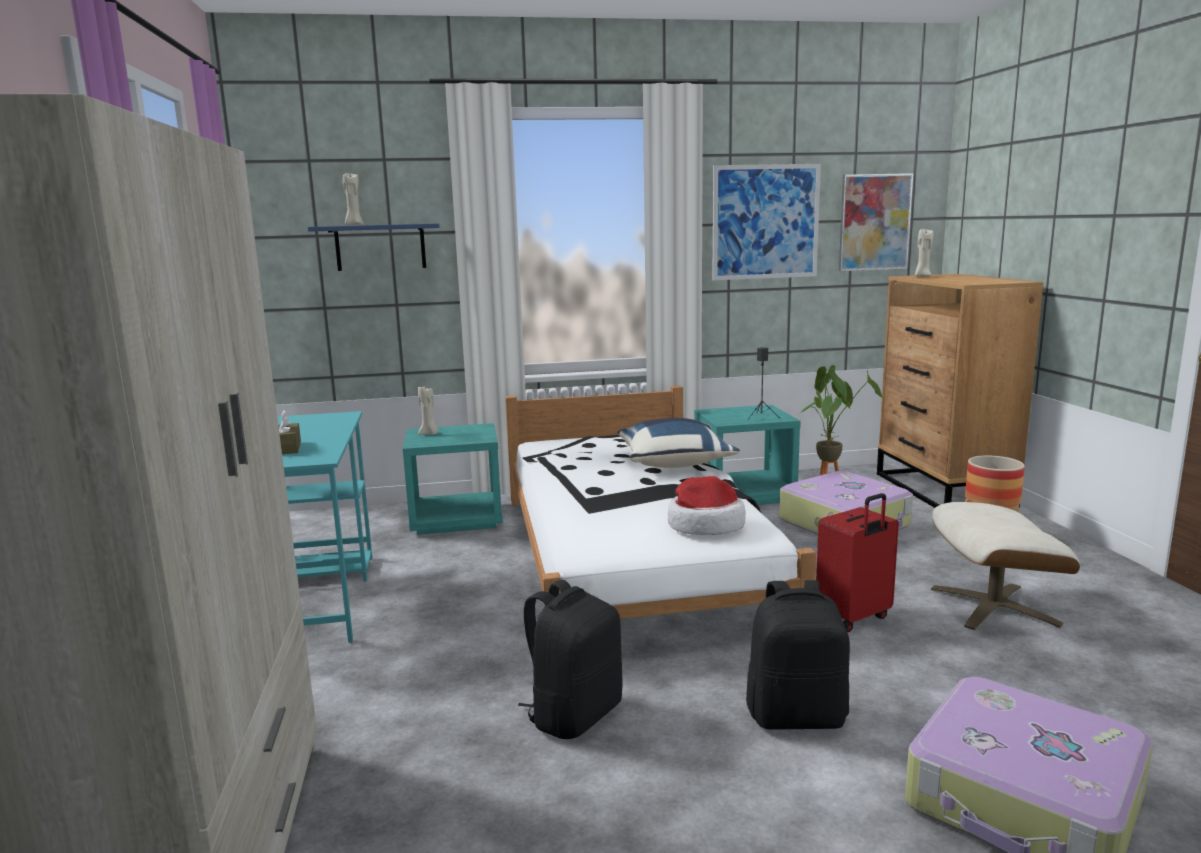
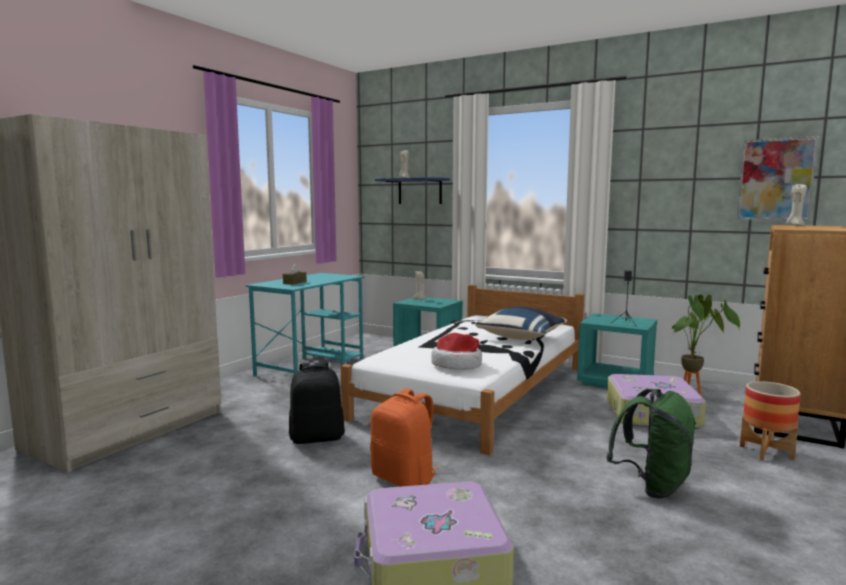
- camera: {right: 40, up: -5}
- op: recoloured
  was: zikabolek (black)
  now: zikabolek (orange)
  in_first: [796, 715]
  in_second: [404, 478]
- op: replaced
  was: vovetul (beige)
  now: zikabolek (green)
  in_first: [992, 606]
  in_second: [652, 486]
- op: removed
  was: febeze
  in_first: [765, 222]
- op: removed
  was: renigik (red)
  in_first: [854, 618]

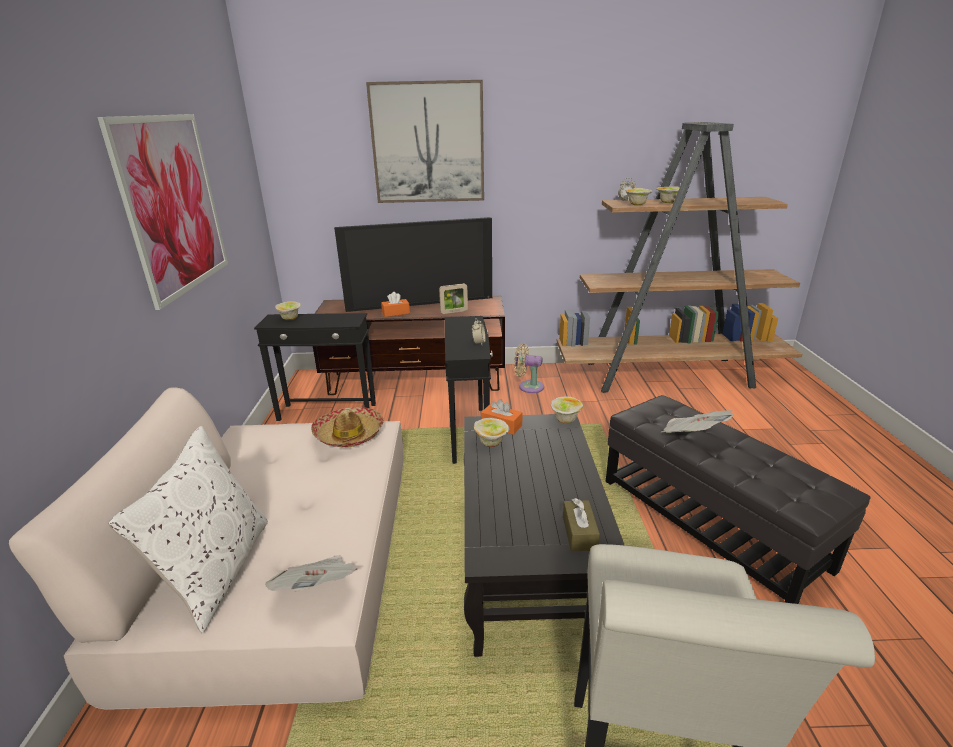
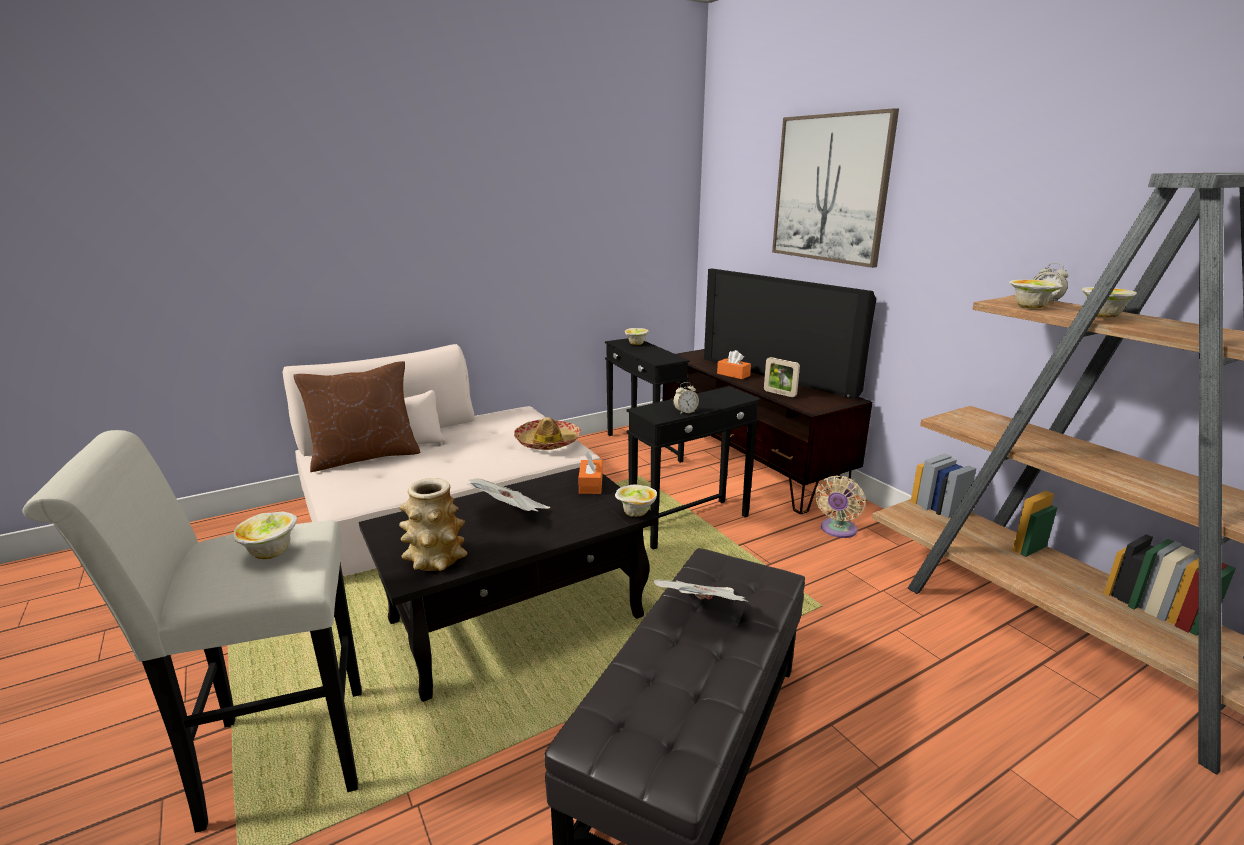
- camera: {right: 60, up: -5}
- op: moved
  was: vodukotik
  in_first: [491, 443]
  in_second: [272, 553]
- op: recoloured
  was: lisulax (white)
  now: lisulax (brown)
  in_first: [217, 570]
  in_second: [365, 457]
- op: replaced
  was: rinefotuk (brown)
  now: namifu
  in_first: [579, 533]
  in_second: [435, 559]
- op: moved
  was: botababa
  in_first: [318, 589]
  in_second: [511, 514]
- op: turned
  was: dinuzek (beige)
  in_first: [528, 387]
  in_second: [837, 530]
  clockwise: -135
- op: removed
  was: febeze
  in_first: [173, 205]

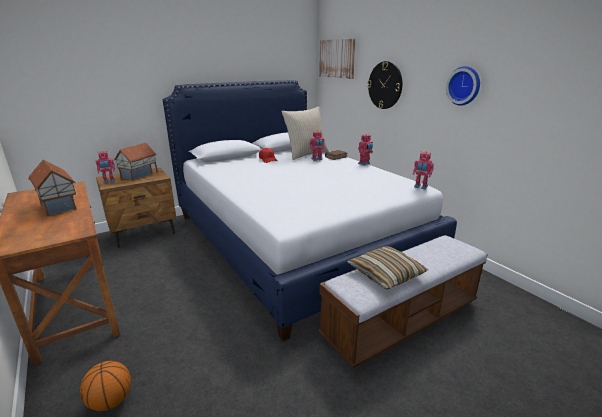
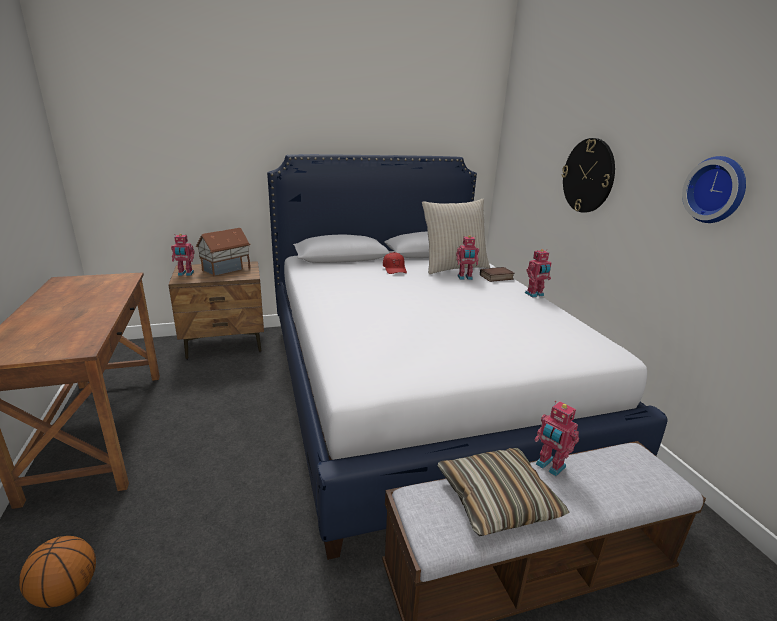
- camera: {right: 15, up: 0}
- op: moved
  was: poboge
  in_first: [420, 187]
  in_second: [549, 466]
- op: removed
  was: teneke
  in_first: [60, 205]
- op: removed
  was: febeze
  in_first: [337, 58]

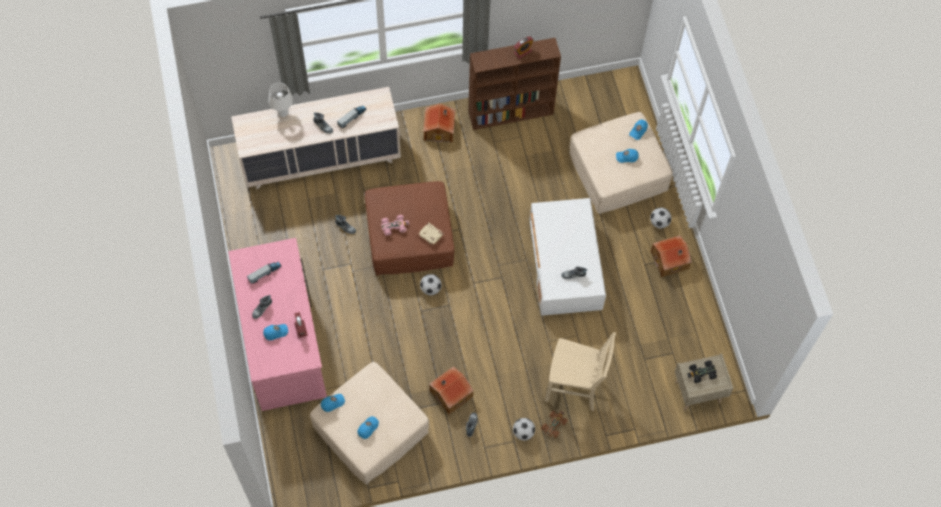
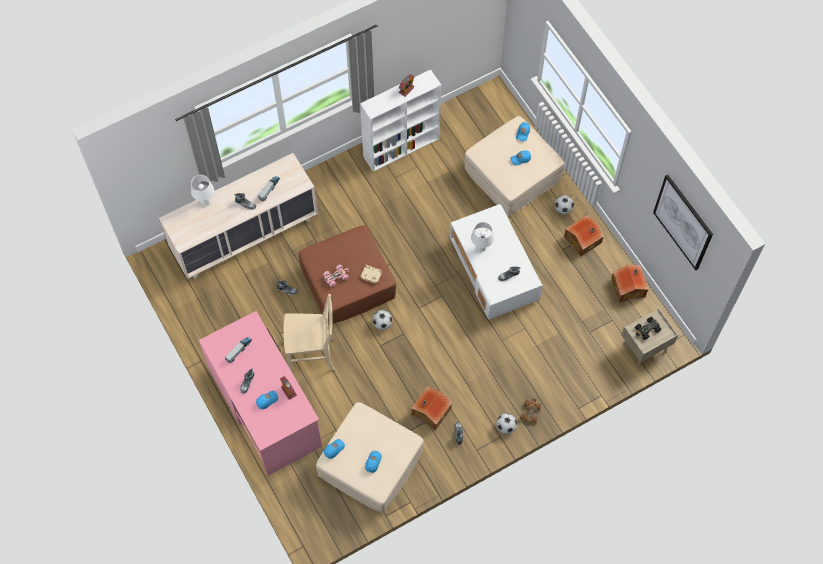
- camera: {right: -15, up: 0}
- op: moved
  was: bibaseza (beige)
  in_first: [574, 388]
  in_second: [312, 355]
- op: recoloured
  was: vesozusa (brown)
  now: vesozusa (white)
  in_first: [511, 112]
  in_second: [402, 147]
- op: added
  now: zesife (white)
  in_second: [481, 248]
- op: moved
  was: teneke
  in_first: [440, 128]
  in_second: [628, 287]
- op: added
  now: febeze
  in_second: [683, 222]

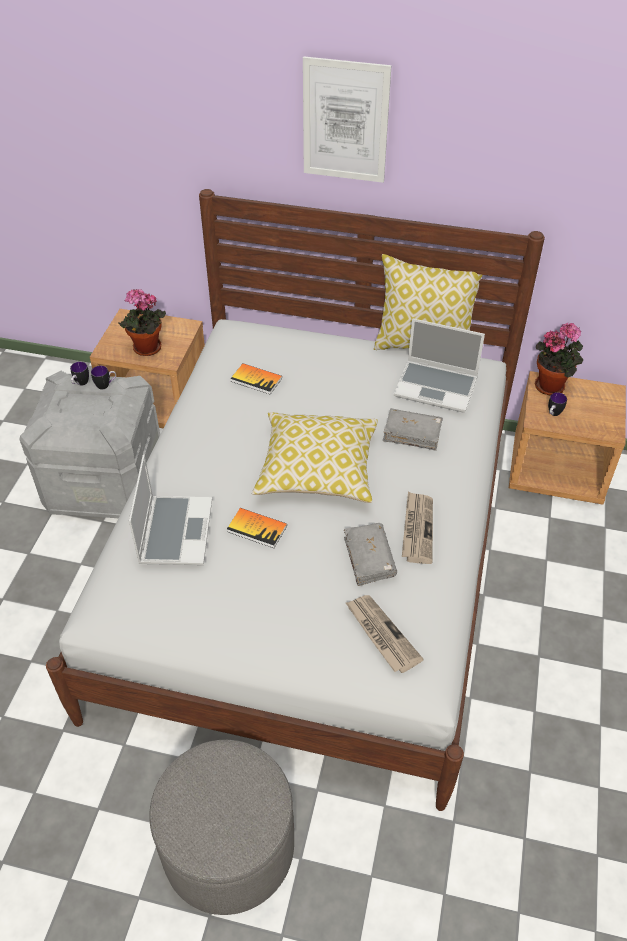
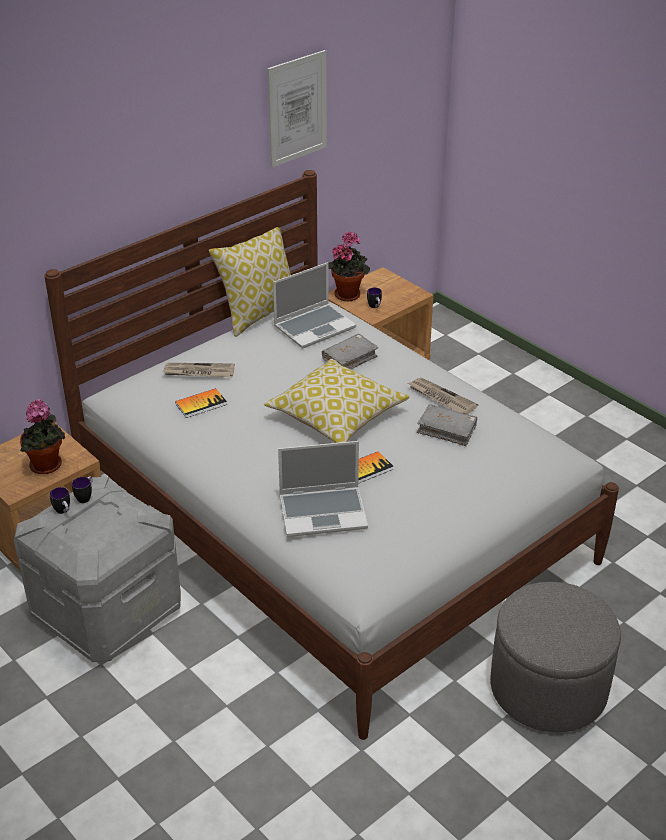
- camera: {right: -55, up: -10}
- op: moved
  was: botababa
  in_first: [381, 634]
  in_second: [198, 372]
- op: moved
  was: febeze
  in_first: [345, 121]
  in_second: [297, 109]
- op: turned
  was: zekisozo
  in_first: [175, 531]
  in_second: [324, 512]
  clockwise: 135

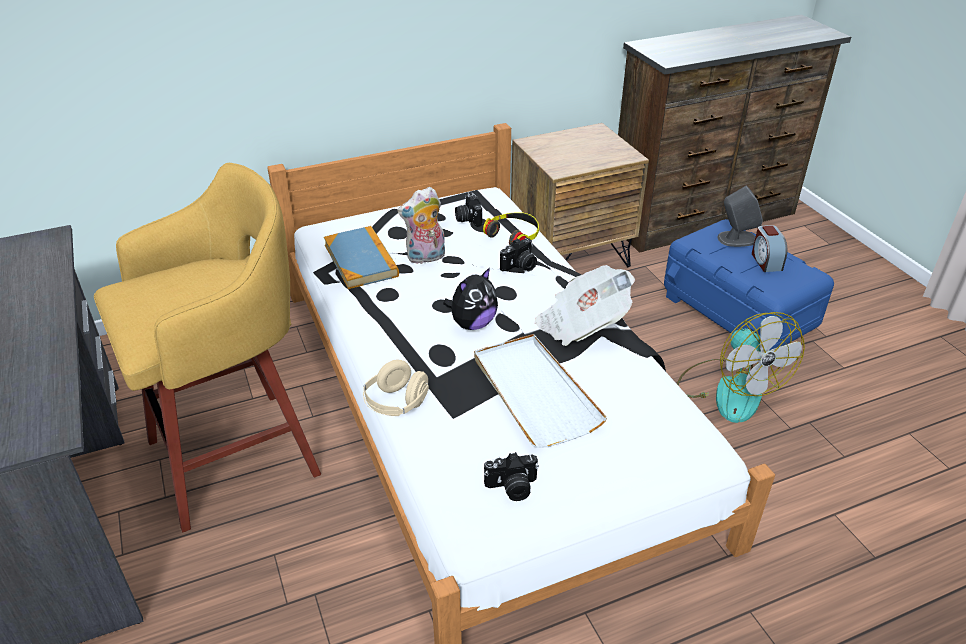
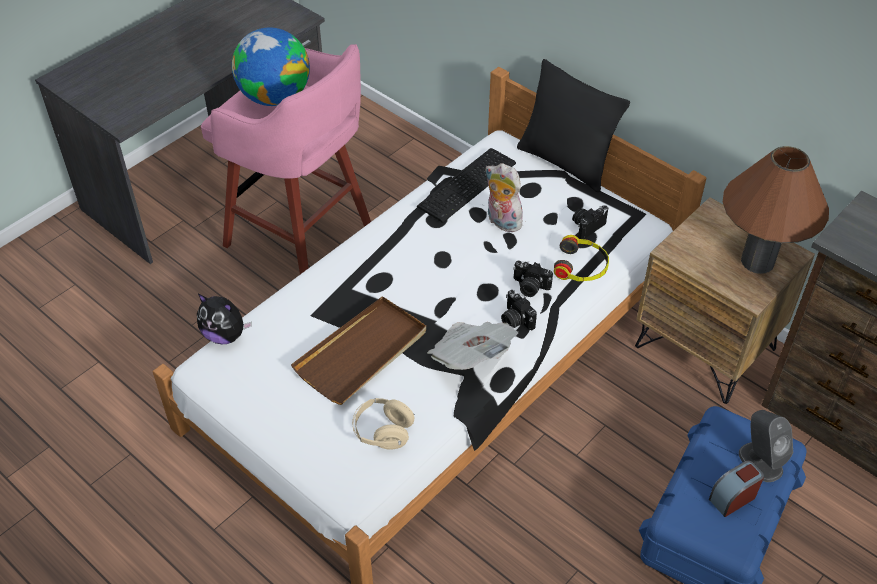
- camera: {right: 65, up: 10}
- op: moved
  was: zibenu
  in_first: [472, 324]
  in_second: [225, 335]
- op: recoloured
  was: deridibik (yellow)
  now: deridibik (pink)
  in_first: [239, 455]
  in_second: [302, 238]
- op: added
  now: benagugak
  in_second: [275, 97]
- op: recoloured
  was: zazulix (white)
  now: zazulix (brown)
  in_first: [534, 392]
  in_second: [362, 353]
- op: moved
  was: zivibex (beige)
  in_first: [396, 404]
  in_second: [383, 432]
- op: replaced
  was: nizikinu
  now: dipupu
  in_first: [361, 260]
  in_second: [469, 185]
- op: moved
  was: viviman
  in_first: [512, 488]
  in_second: [515, 320]
- op: added
  now: lisulax (black)
  in_second: [565, 163]
- op: added
  now: zesife (brown)
  in_second: [757, 261]
- op: removed
  was: dinuzek
  in_first: [729, 389]

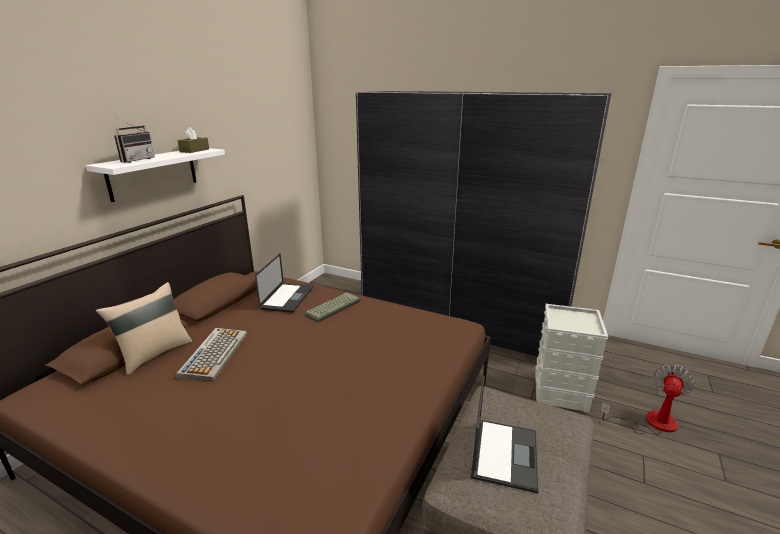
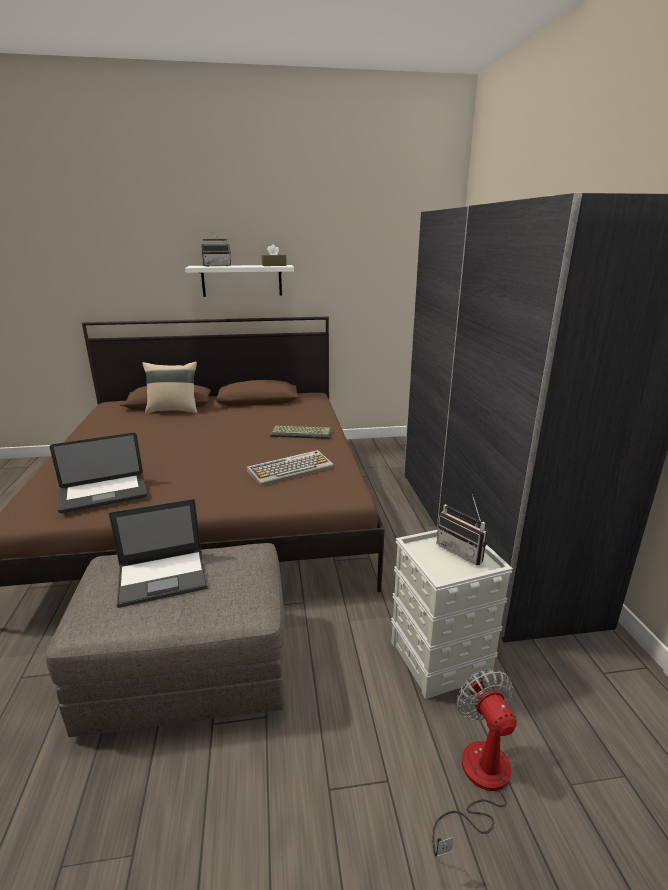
- camera: {right: 55, up: 0}
- op: moved
  was: zekisozo
  in_first: [287, 298]
  in_second: [104, 494]
- op: moved
  was: dipupu
  in_first: [214, 354]
  in_second: [291, 469]
- op: turned
  was: dinuzek
  in_first: [650, 422]
  in_second: [478, 782]
  clockwise: -105
- op: added
  now: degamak
  in_second: [463, 551]

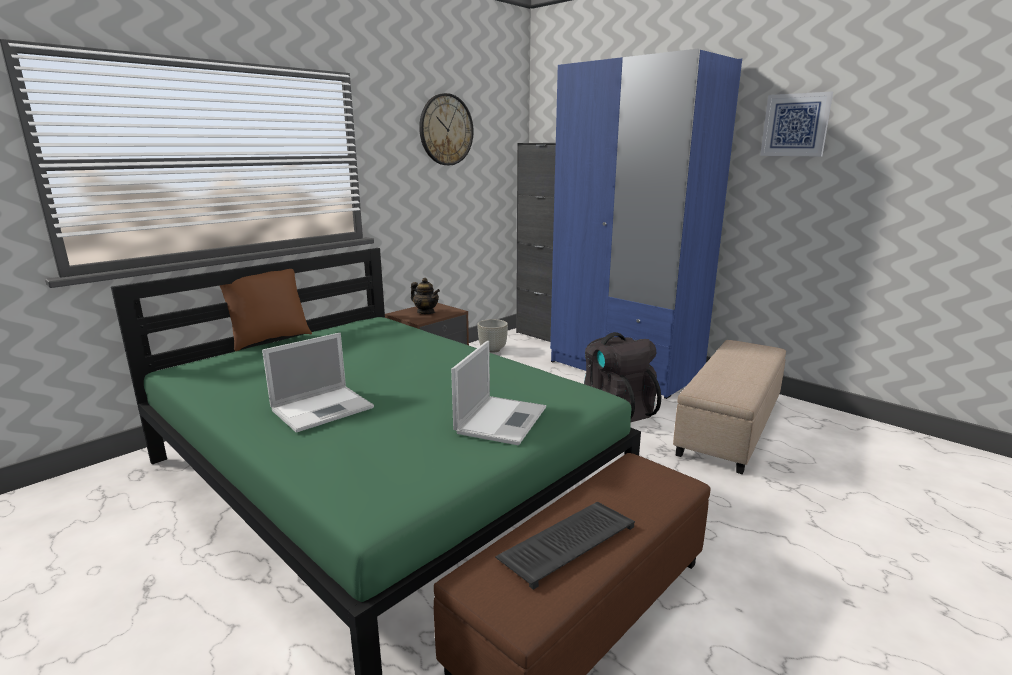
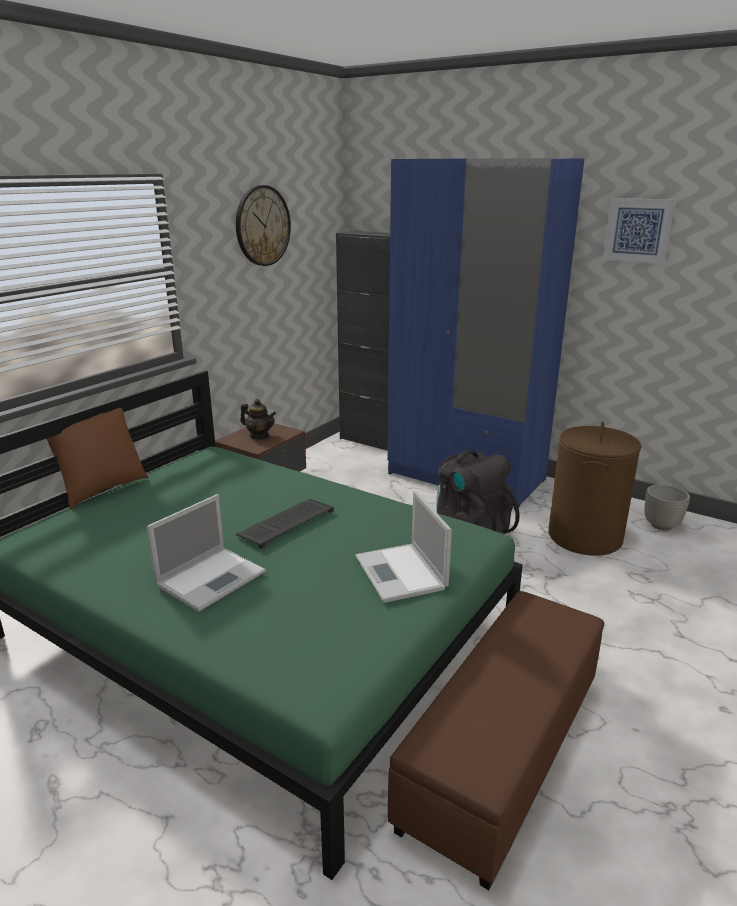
- camera: {right: -10, up: 5}
- op: moved
  was: dipupu
  in_first: [567, 542]
  in_second: [286, 523]
- op: turned
  was: zekisozo
  in_first: [501, 419]
  in_second: [401, 573]
  clockwise: 150
- op: replaced
  was: vovetul (beige)
  now: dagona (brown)
  in_first: [731, 427]
  in_second: [585, 537]
- op: moved
  was: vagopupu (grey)
  in_first: [493, 350]
  in_second: [661, 525]

